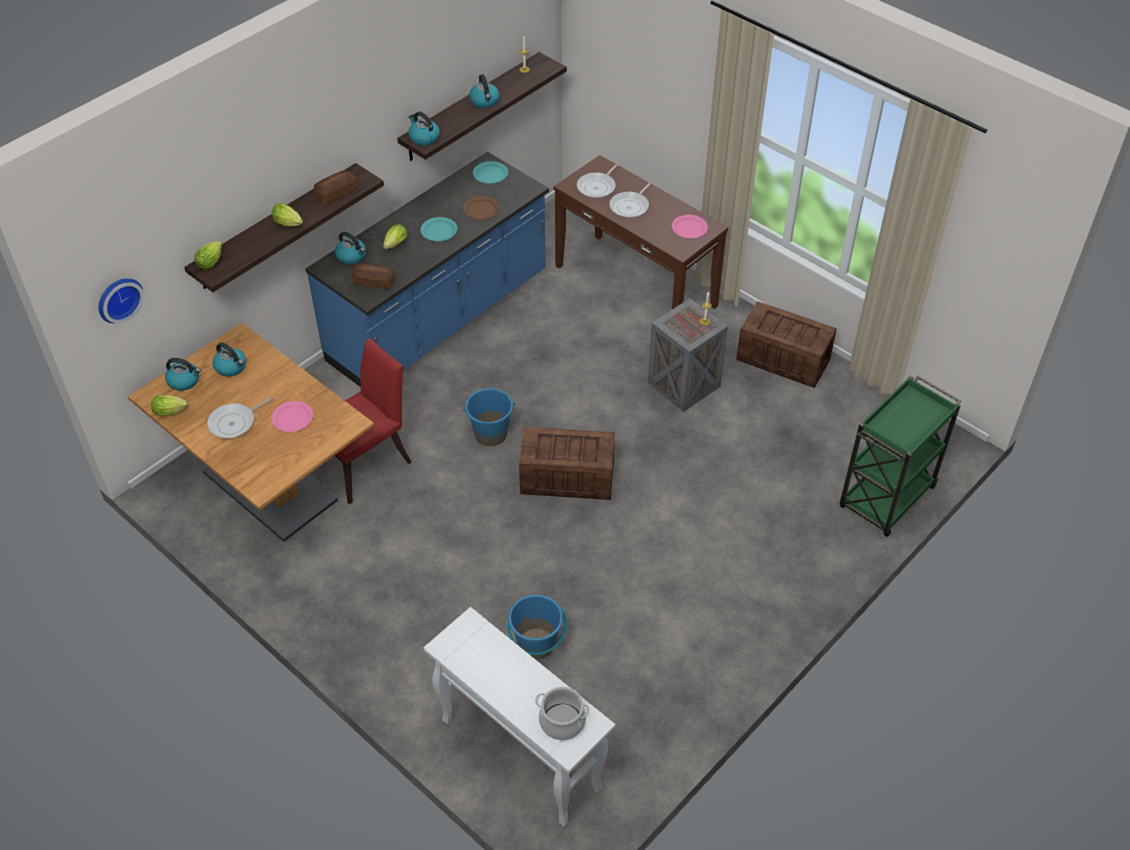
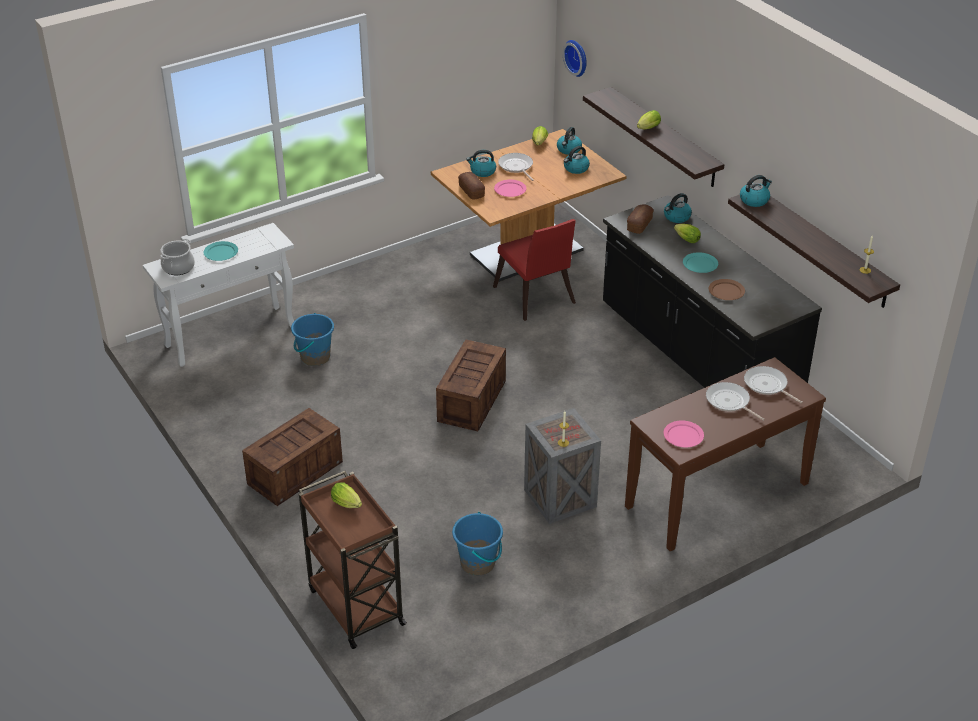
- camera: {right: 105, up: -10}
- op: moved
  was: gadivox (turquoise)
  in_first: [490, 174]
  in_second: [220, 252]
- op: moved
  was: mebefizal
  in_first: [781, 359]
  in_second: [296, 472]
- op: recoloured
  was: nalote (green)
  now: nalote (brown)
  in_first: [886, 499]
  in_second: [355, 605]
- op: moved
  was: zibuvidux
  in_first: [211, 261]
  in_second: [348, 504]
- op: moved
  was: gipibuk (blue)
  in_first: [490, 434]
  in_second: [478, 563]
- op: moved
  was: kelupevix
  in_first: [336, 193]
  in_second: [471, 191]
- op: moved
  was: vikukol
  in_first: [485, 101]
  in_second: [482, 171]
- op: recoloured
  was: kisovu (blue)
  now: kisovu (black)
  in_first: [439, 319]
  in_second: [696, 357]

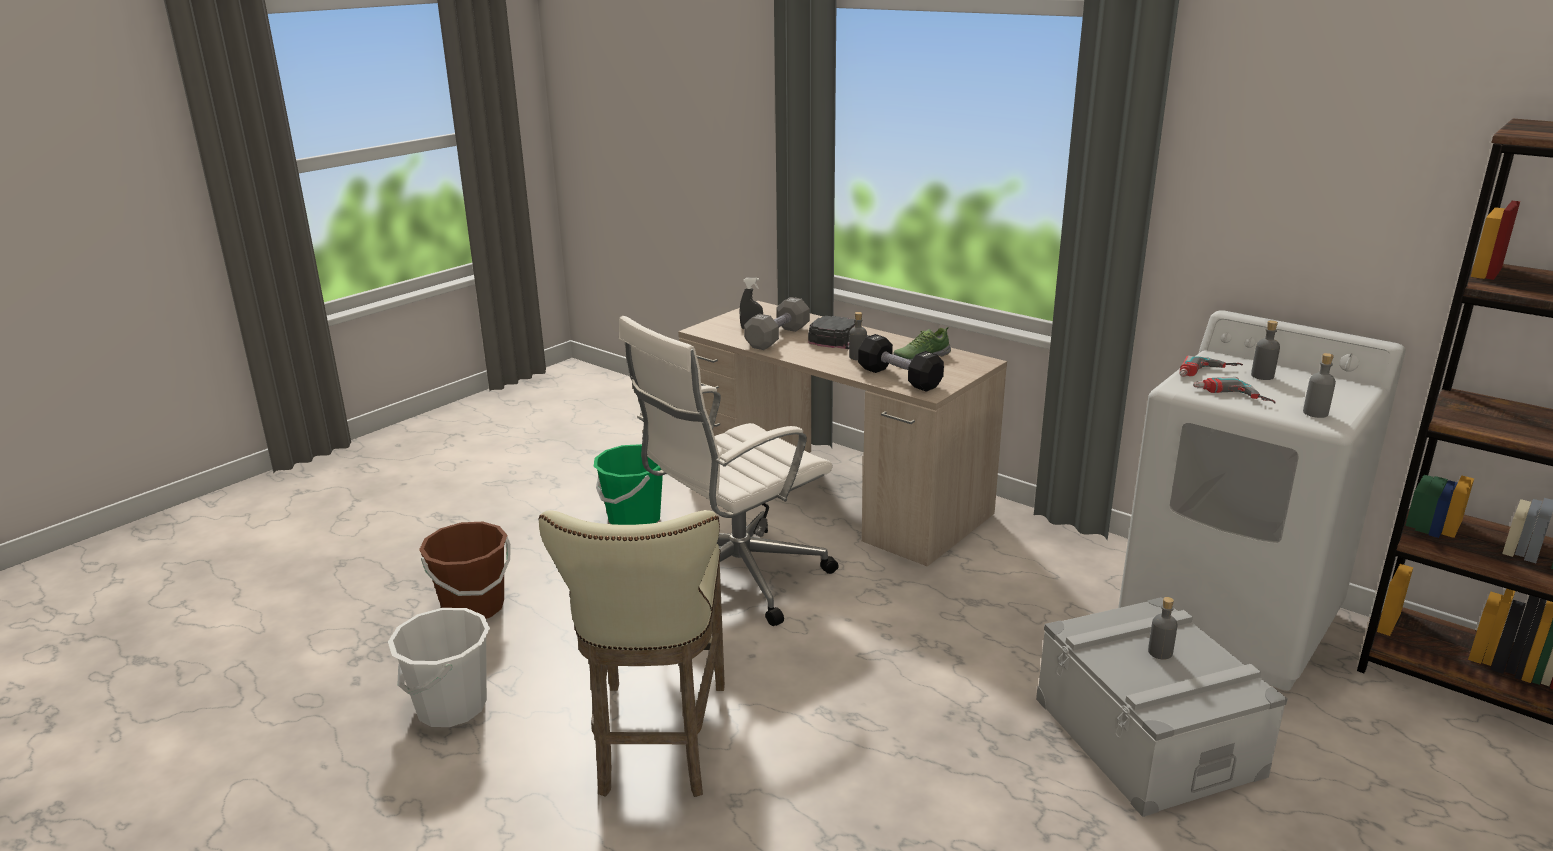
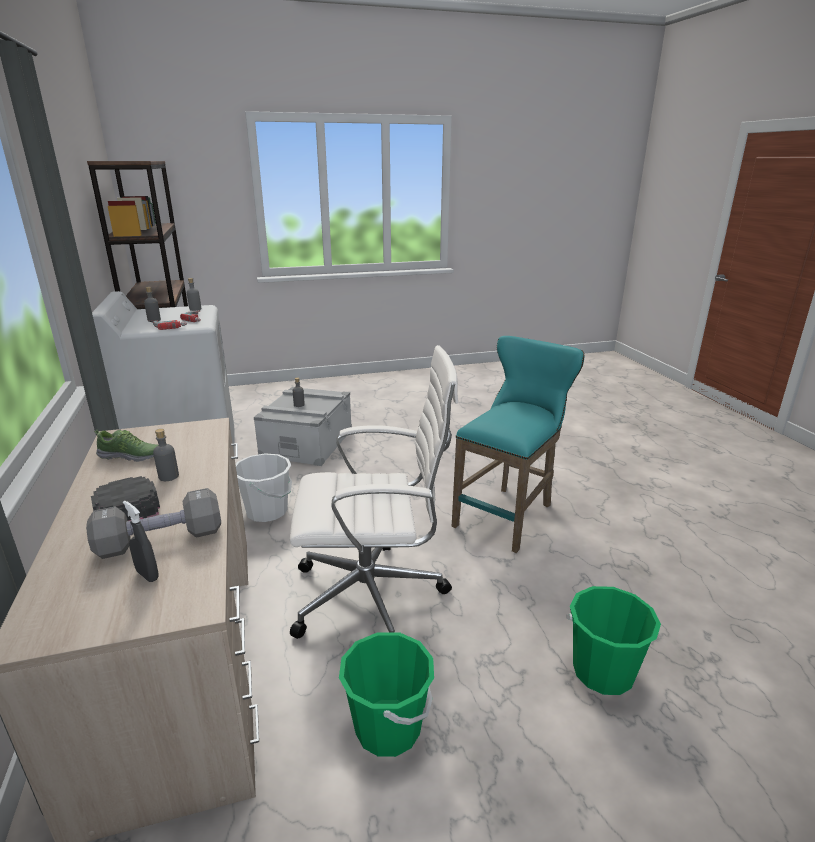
- camera: {right: -145, up: 0}
- op: moved
  was: gipibuk (white)
  in_first: [451, 706]
  in_second: [267, 511]
- op: recoloured
  was: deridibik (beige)
  now: deridibik (turquoise)
  in_first: [657, 744]
  in_second: [509, 514]
- op: recoloured
  was: gipibuk (brown)
  now: gipibuk (green)
  in_first: [473, 607]
  in_second: [603, 671]
- op: removed
  was: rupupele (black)
  in_first: [899, 378]

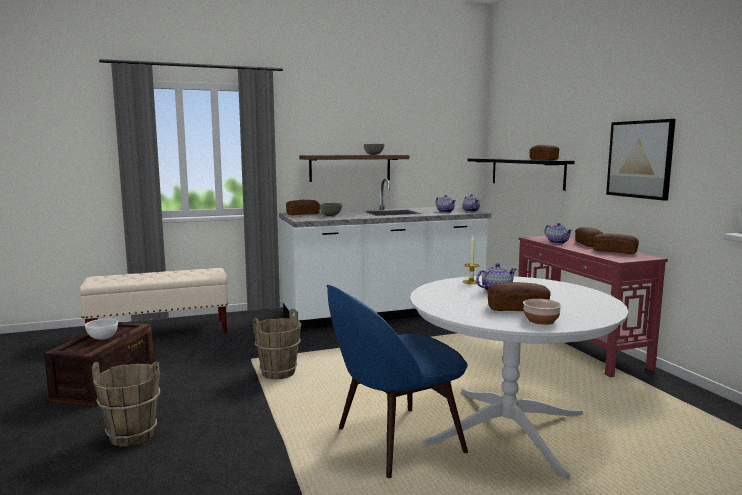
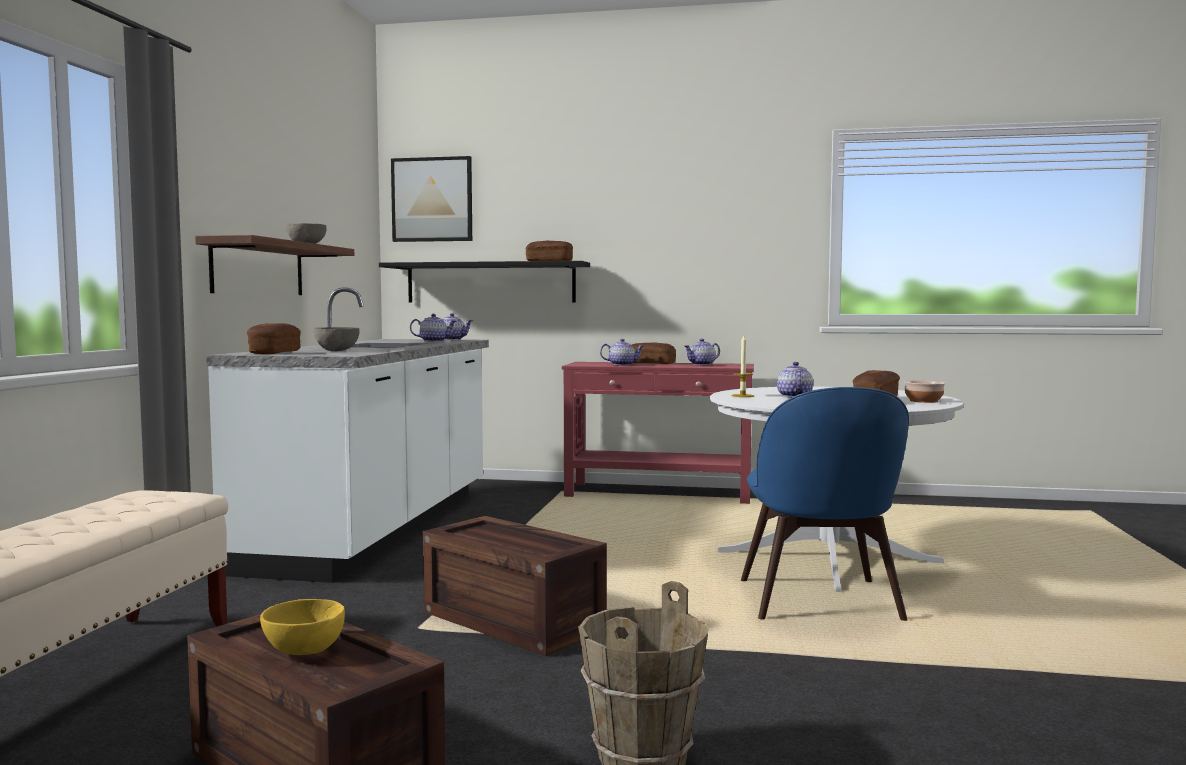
- camera: {right: -60, up: -5}
- op: recoloured
  was: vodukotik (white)
  now: vodukotik (yellow)
  in_first: [102, 338]
  in_second: [305, 652]
- op: moved
  was: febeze
  in_first: [639, 159]
  in_second: [432, 199]
- op: replaced
  was: gipibuk (brown)
  now: mebefizal
  in_first: [279, 373]
  in_second: [516, 621]
- op: replaced
  was: kelupevix
  now: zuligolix
  in_first: [614, 252]
  in_second: [702, 364]

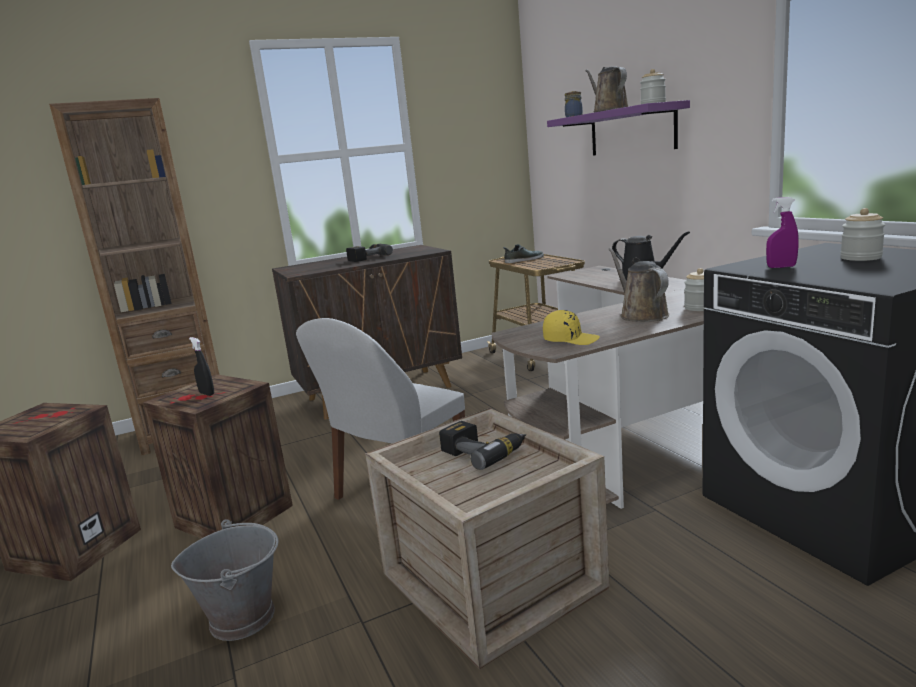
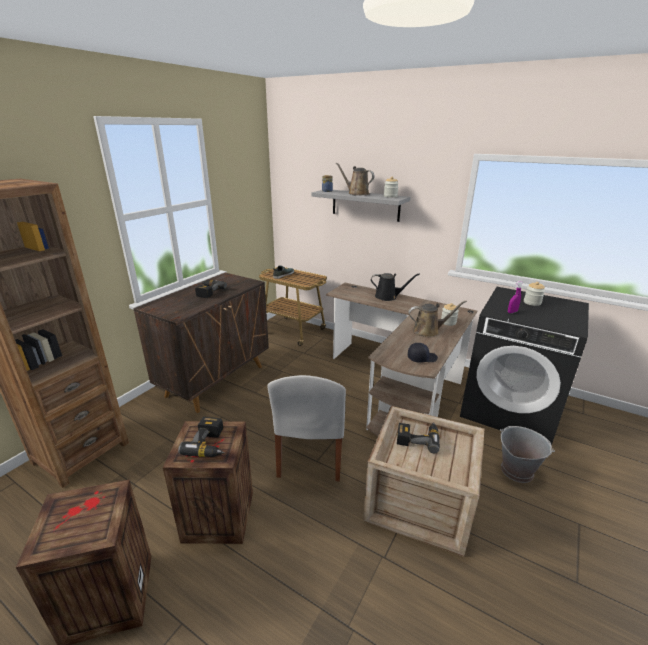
- camera: {right: -35, up: 10}
- op: replaced
  was: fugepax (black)
  now: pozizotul
  in_first: [207, 393]
  in_second: [210, 444]
- op: recoloured
  was: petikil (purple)
  now: petikil (grey)
  in_first: [631, 131]
  in_second: [365, 205]
- op: turned
  was: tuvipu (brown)
  in_first: [641, 315]
  in_second: [428, 331]
  clockwise: 135
- op: recoloured
  was: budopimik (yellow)
  now: budopimik (black)
  in_first: [570, 340]
  in_second: [421, 358]
- op: moved
  was: gipibuk (grey)
  in_first: [243, 617]
  in_second: [516, 470]

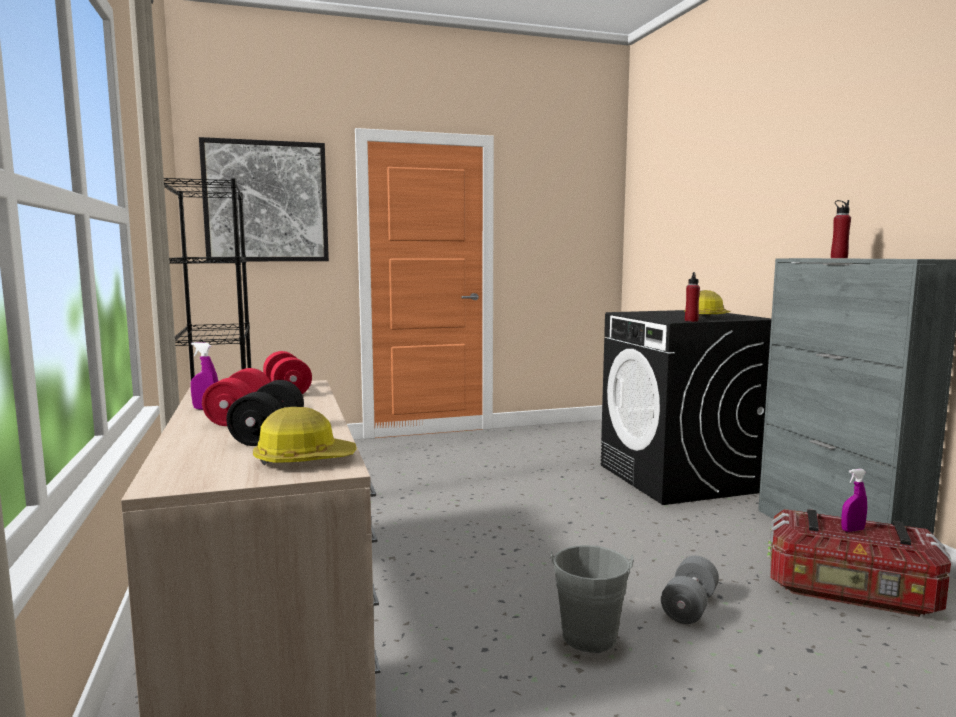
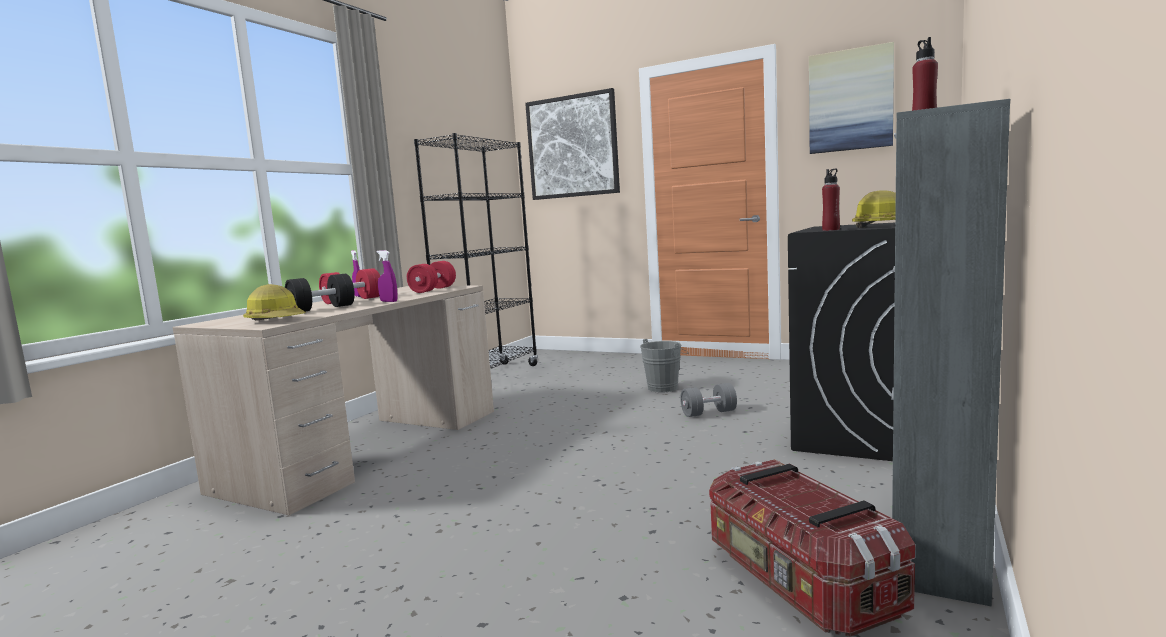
- camera: {right: 45, up: 0}
- op: moved
  was: fugepax (purple)
  in_first: [852, 530]
  in_second: [389, 301]
- op: moved
  was: gipibuk (grey)
  in_first: [589, 633]
  in_second: [665, 387]
- op: moved
  was: rupupele (grey)
  in_first: [689, 607]
  in_second: [708, 413]
- op: added
  now: febeze
  in_second: [850, 100]

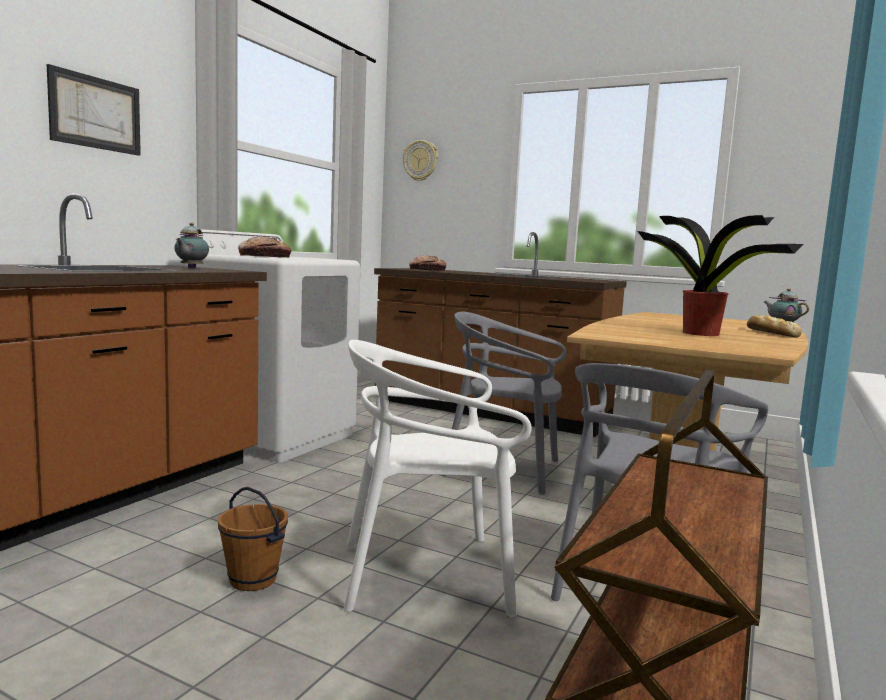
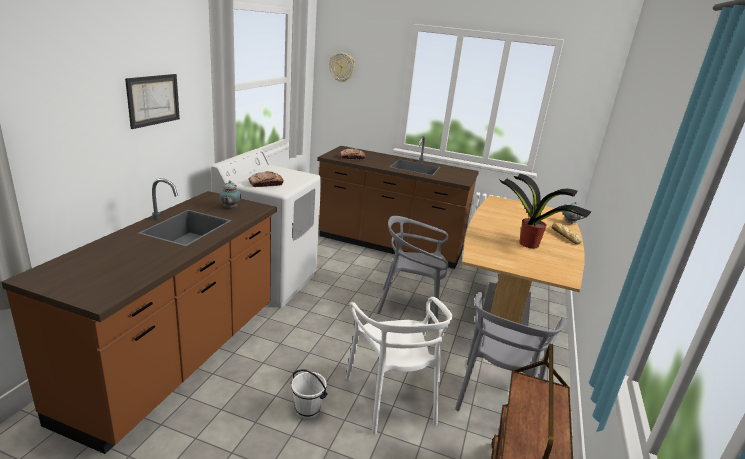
- camera: {right: -10, up: 15}
- op: recoloured
  was: gipibuk (brown)
  now: gipibuk (white)
  in_first: [254, 579]
  in_second: [308, 410]
- op: turned
  was: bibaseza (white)
  in_first: [426, 575]
  in_second: [392, 398]
  clockwise: -90

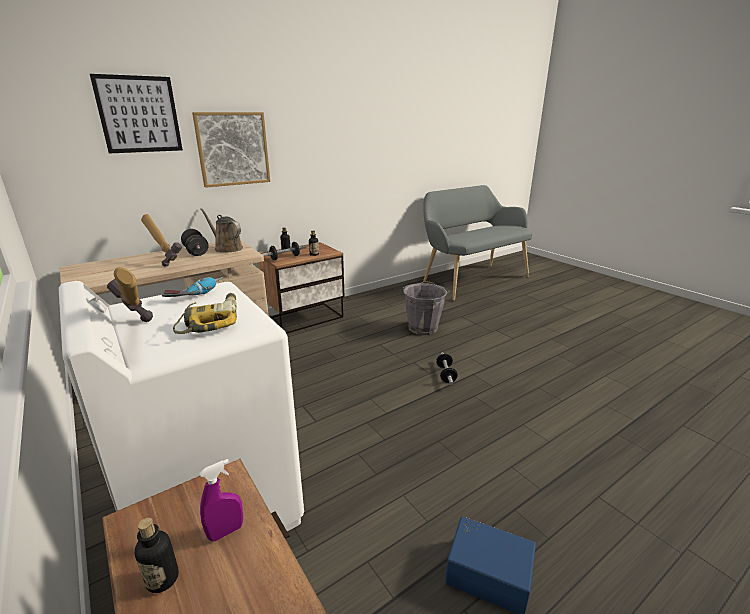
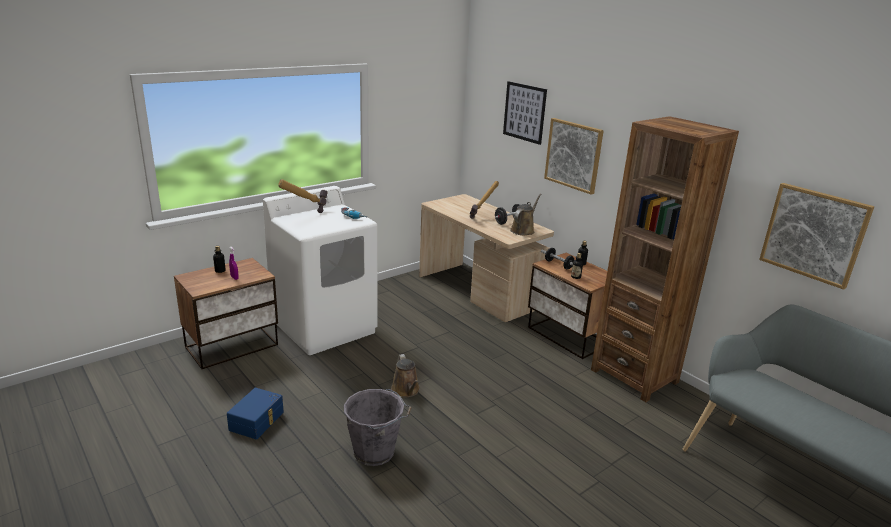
- camera: {right: 85, up: 0}
- op: moved
  was: gipibuk (grey)
  in_first: [423, 327]
  in_second: [376, 452]
- op: added
  now: tuvipu (brown)
  in_second: [406, 391]
- op: added
  now: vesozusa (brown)
  in_second: [634, 376]
- op: added
  now: febeze
  in_second: [814, 234]
- op: removed
  was: pozizotul
  in_first: [210, 321]
- op: removed
  was: rupupele
  in_first: [446, 374]

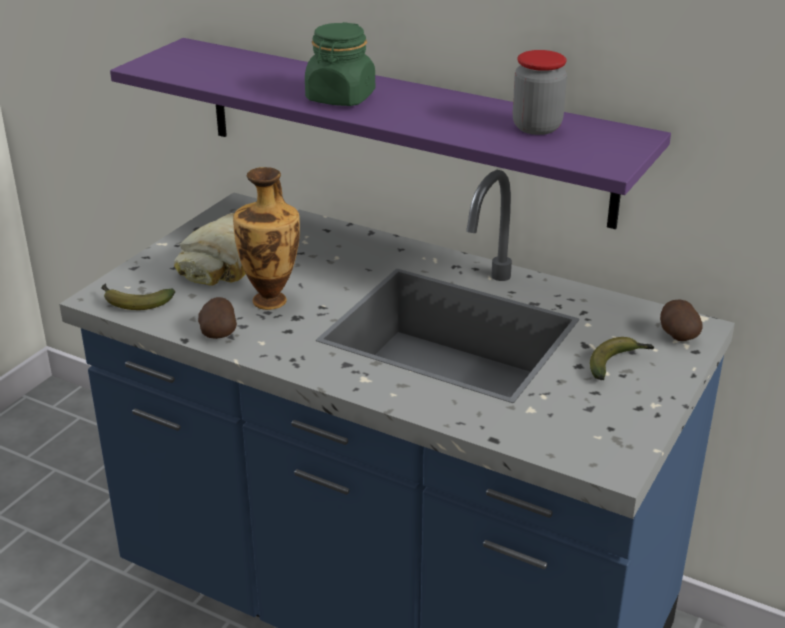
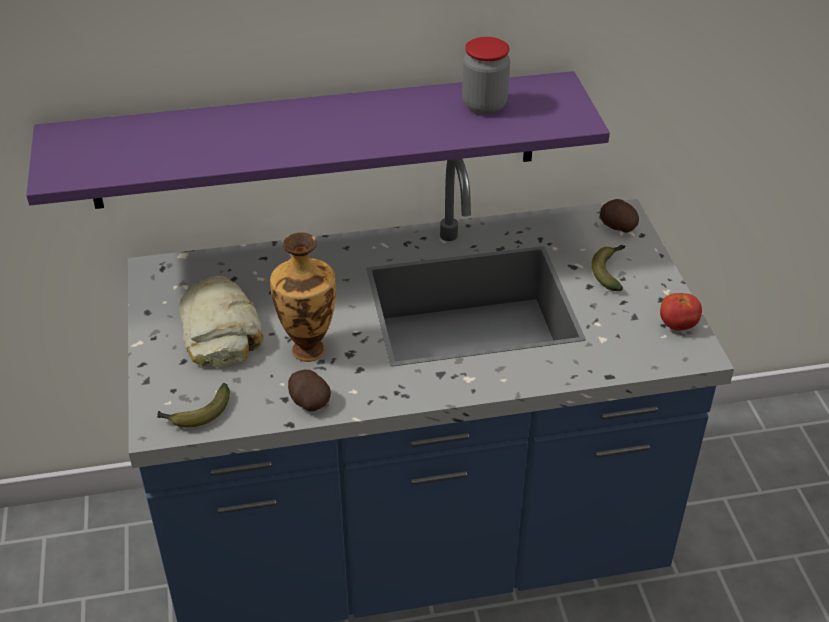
- camera: {right: -40, up: 10}
- op: added
  now: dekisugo
  in_second: [677, 325]
- op: removed
  was: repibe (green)
  in_first: [340, 98]

